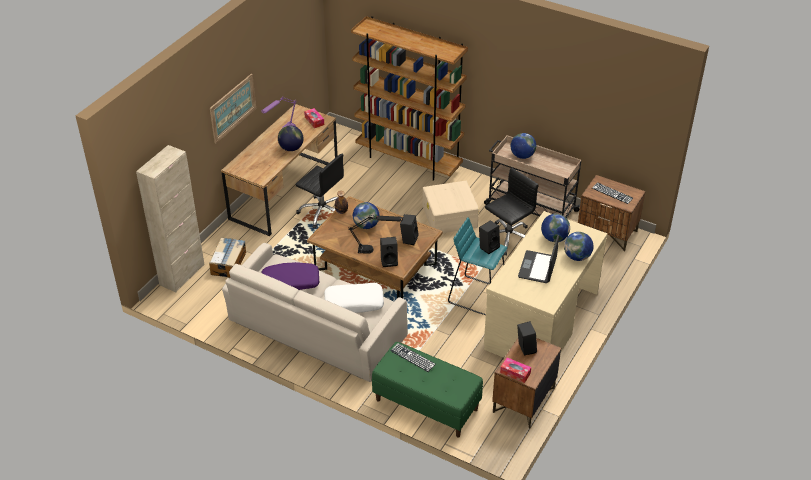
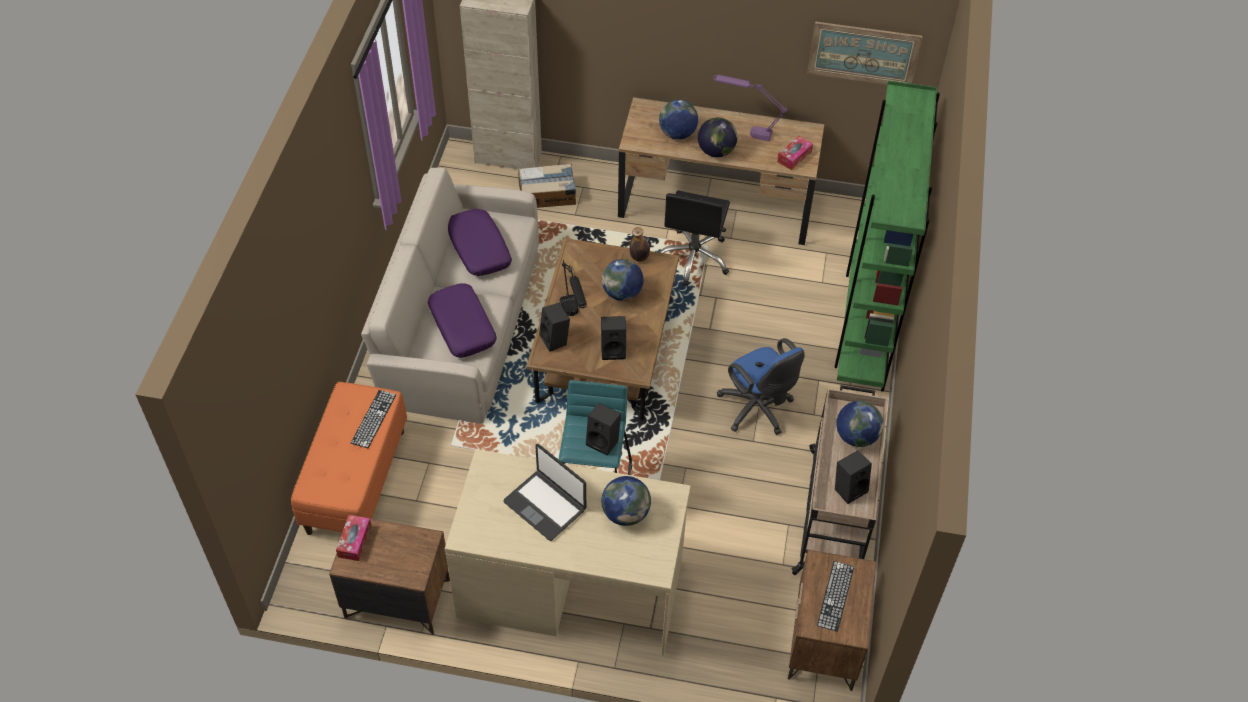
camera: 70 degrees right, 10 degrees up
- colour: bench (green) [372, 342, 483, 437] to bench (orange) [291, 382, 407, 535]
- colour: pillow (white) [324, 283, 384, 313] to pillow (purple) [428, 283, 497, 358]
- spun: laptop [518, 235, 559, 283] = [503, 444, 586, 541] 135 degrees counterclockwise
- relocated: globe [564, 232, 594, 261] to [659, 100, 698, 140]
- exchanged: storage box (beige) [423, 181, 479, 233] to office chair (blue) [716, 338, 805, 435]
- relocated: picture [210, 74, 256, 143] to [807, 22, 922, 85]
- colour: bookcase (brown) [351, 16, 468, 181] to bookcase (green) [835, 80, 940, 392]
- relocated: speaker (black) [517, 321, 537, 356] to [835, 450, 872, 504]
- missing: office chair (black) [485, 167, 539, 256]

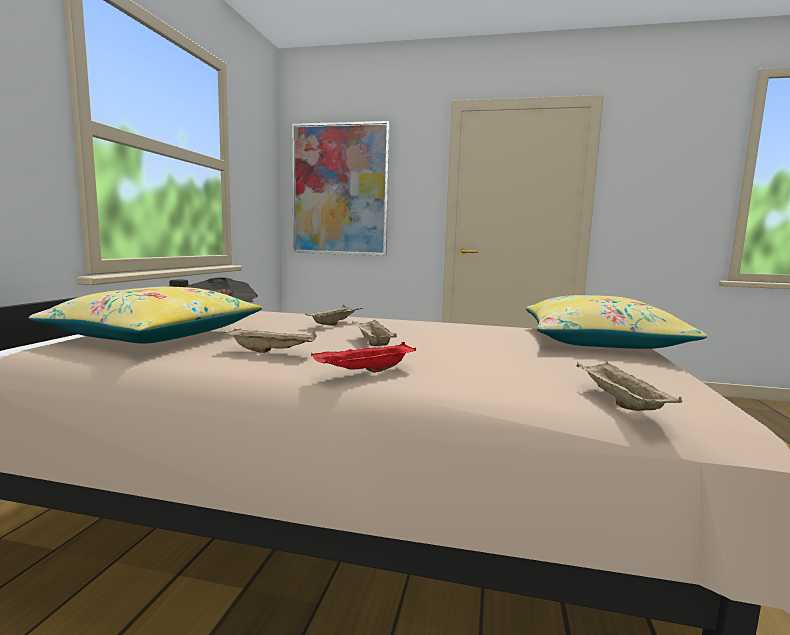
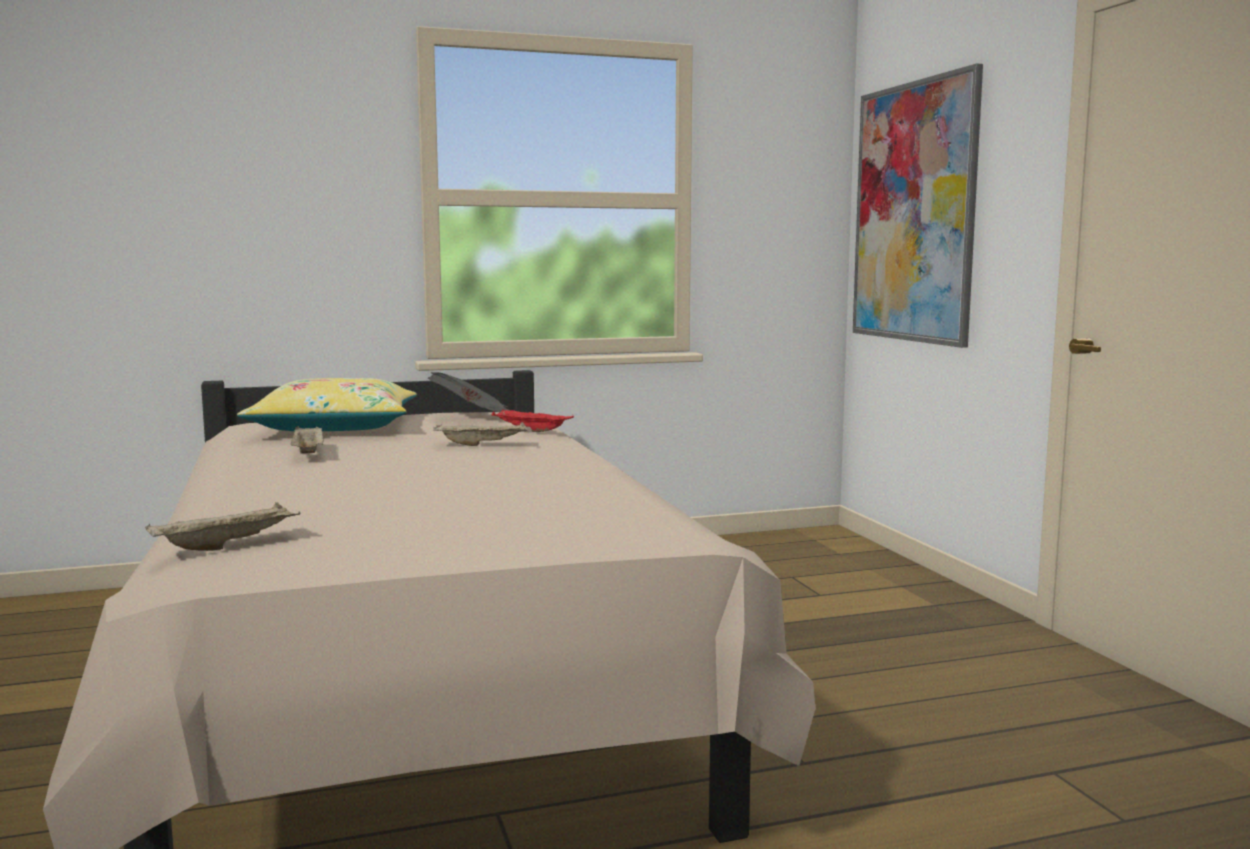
camera: 60 degrees right, 0 degrees up
- relocated: tray (red) [311, 342, 416, 373] to [492, 409, 574, 432]
- missing: tray (beige) [352, 319, 397, 346]
- missing: pillow (yellow) [526, 295, 707, 349]

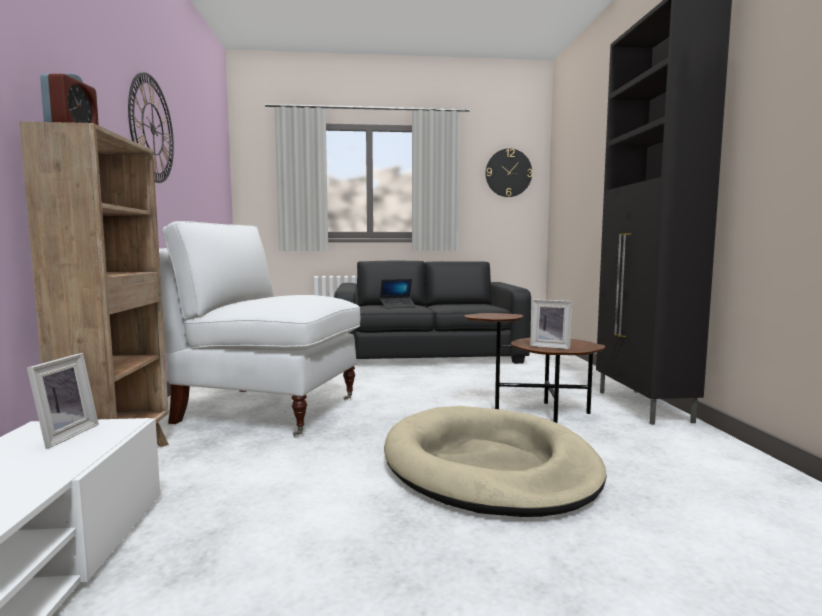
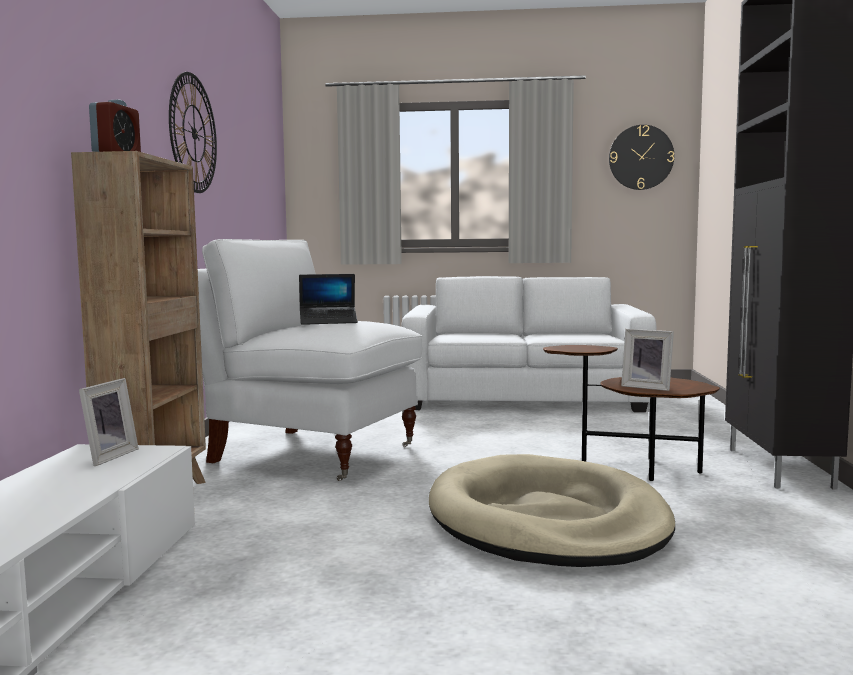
camera: 10 degrees right, 0 degrees up
- relocated: laptop [380, 279, 416, 309] to [299, 274, 358, 325]
- colour: sofa (black) [334, 260, 531, 364] to sofa (white) [401, 276, 657, 412]

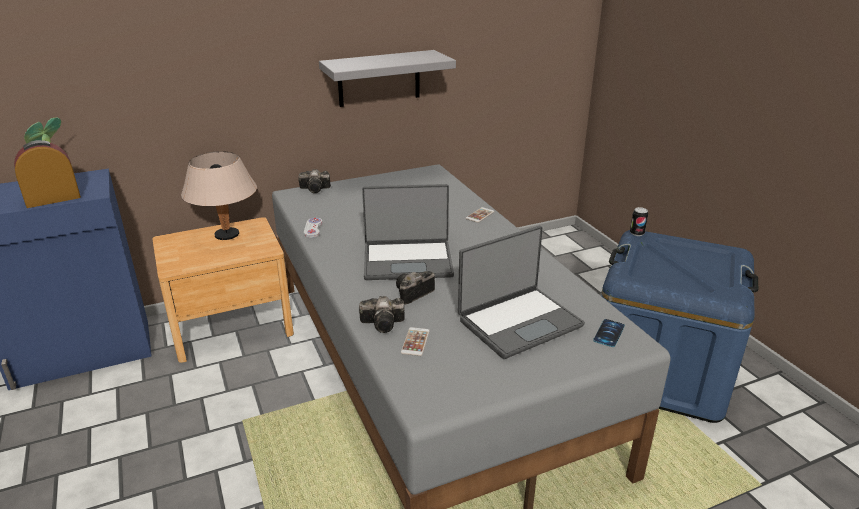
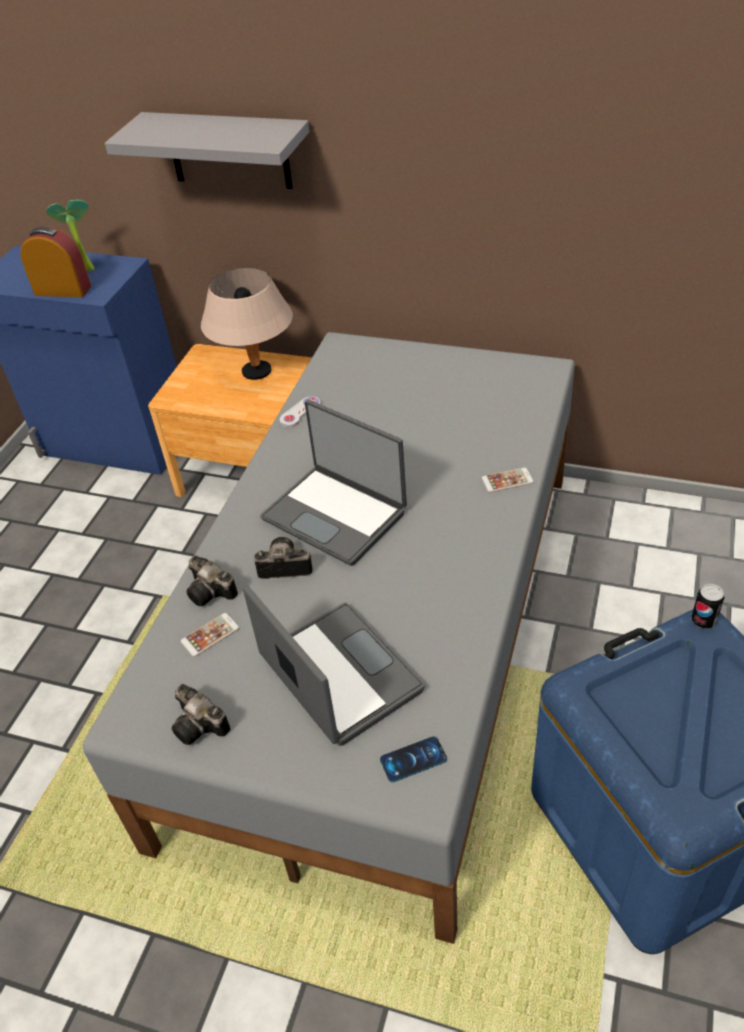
camera: 45 degrees right, 15 degrees up
- relocated: shelf (grey) [319, 50, 456, 107] to [105, 112, 310, 189]
- relocated: photo camera [298, 169, 331, 193] to [172, 684, 231, 745]
- spun: laptop [458, 226, 585, 359] = [243, 585, 425, 746] 135 degrees counterclockwise

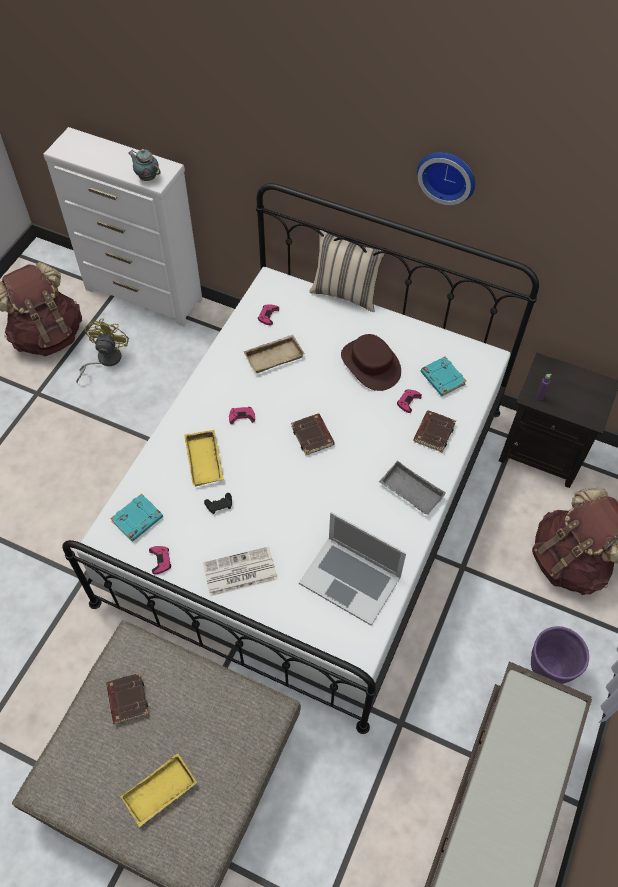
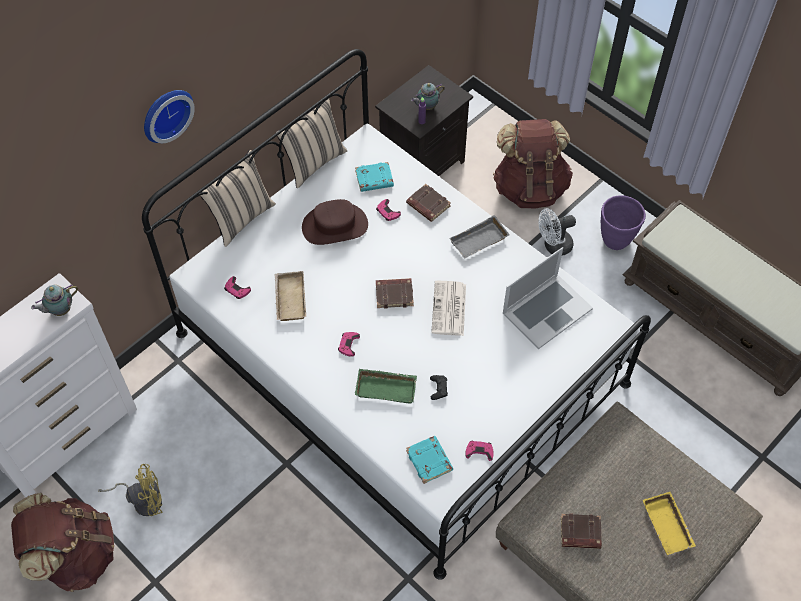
camera: 70 degrees left, 0 degrees up
- spun: fan (yellow) [76, 318, 129, 383] = [98, 464, 162, 516] 135 degrees clockwise
- relocated: wall clock [417, 152, 475, 205] to [144, 90, 195, 143]
- appeared: pillow (beige) [275, 99, 348, 188]
- colour: tray (yellow) [184, 430, 224, 486] to tray (green) [355, 369, 417, 404]
- appeared: teapot [411, 83, 445, 110]
- relocated: newspaper [203, 546, 278, 596] to [431, 281, 466, 336]
- appeared: fan (white) [539, 208, 576, 256]

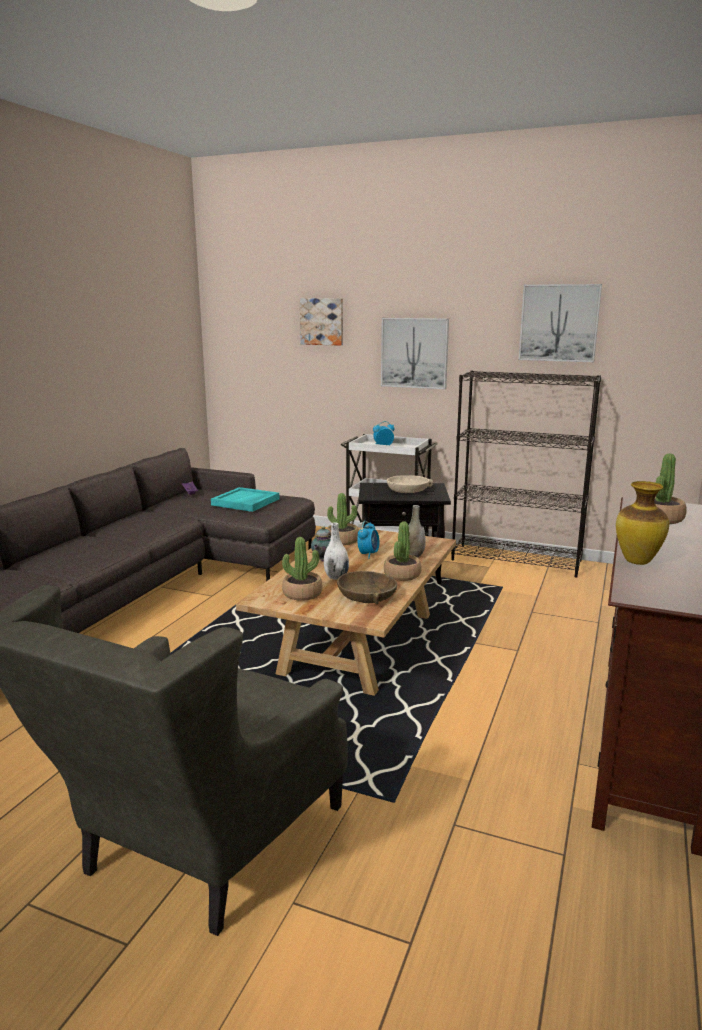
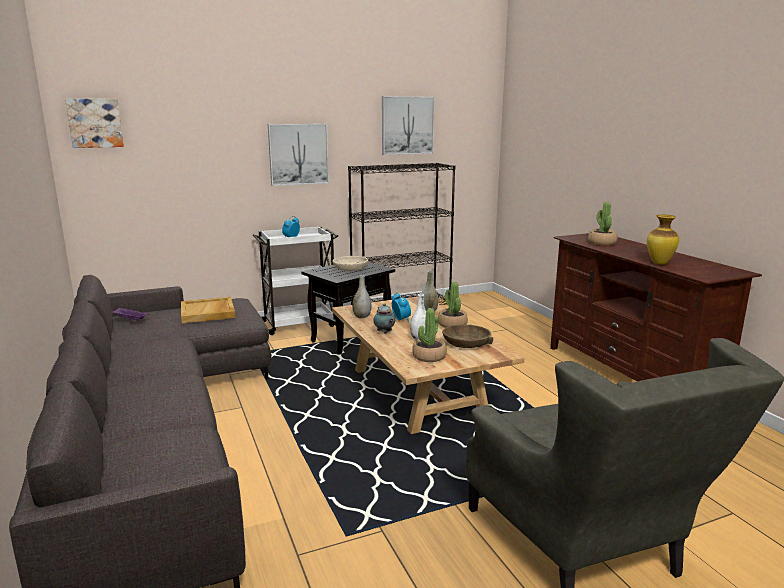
camera: 45 degrees left, 0 degrees up
- relocated: picture [300, 298, 343, 346] to [65, 99, 124, 148]
- colour: tray (turquoise) [211, 487, 279, 512] to tray (beige) [181, 297, 235, 323]
- exchanged: potted plant [327, 493, 359, 545] to vase (grey) [352, 275, 371, 318]

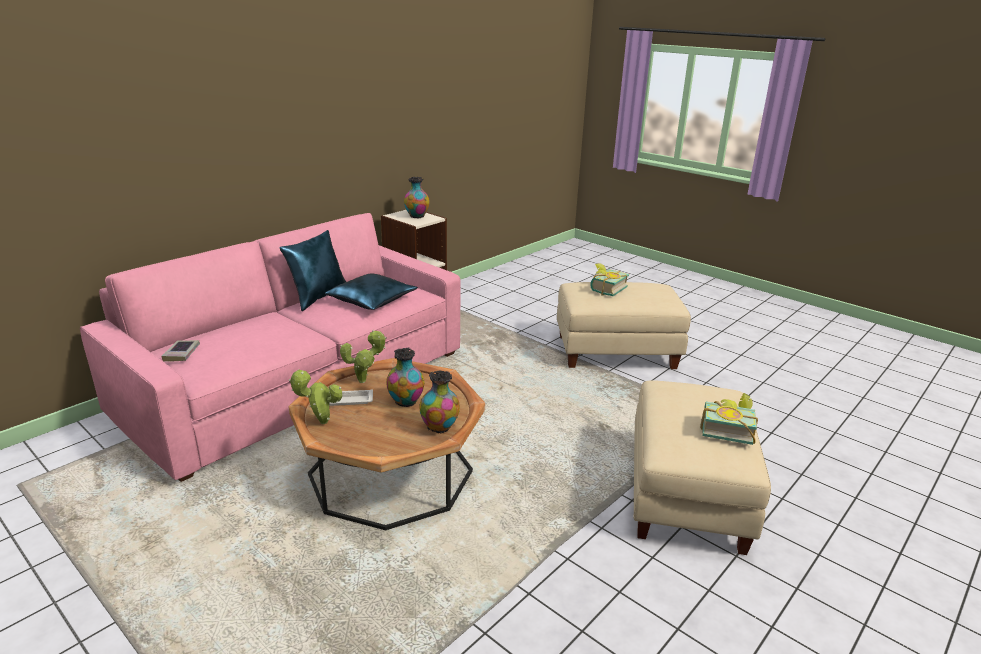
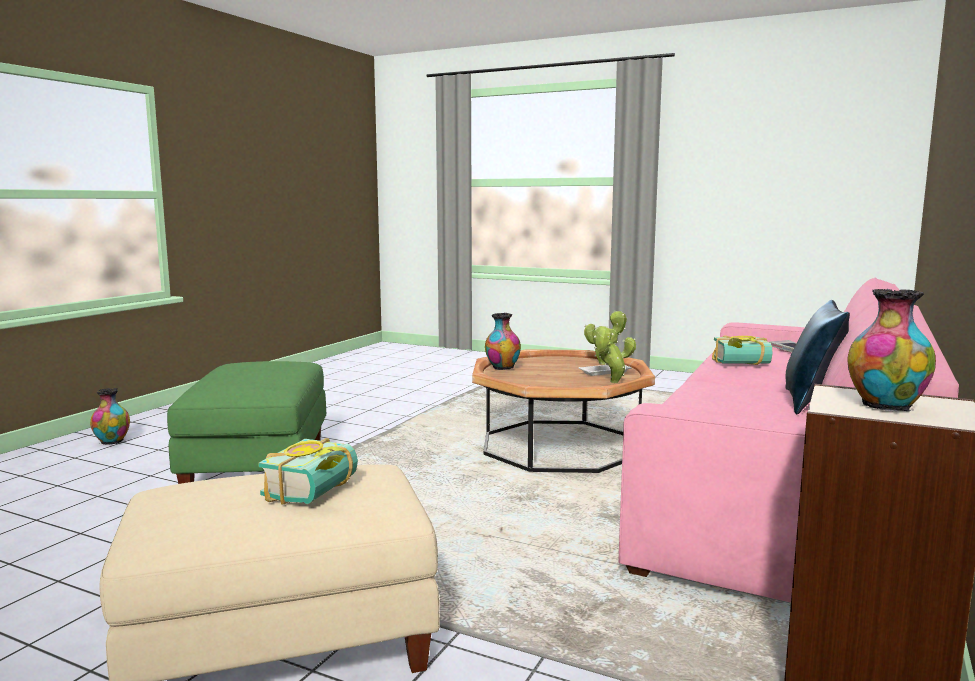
camera: 165 degrees right, 15 degrees down
- relocated: vase [386, 348, 424, 407] to [90, 388, 130, 445]
- colour: ottoman (beige) [634, 380, 771, 555] to ottoman (green) [167, 361, 326, 484]
- relocated: book [700, 393, 758, 445] to [712, 335, 772, 365]
- missing: pillow (blue) [325, 273, 418, 310]

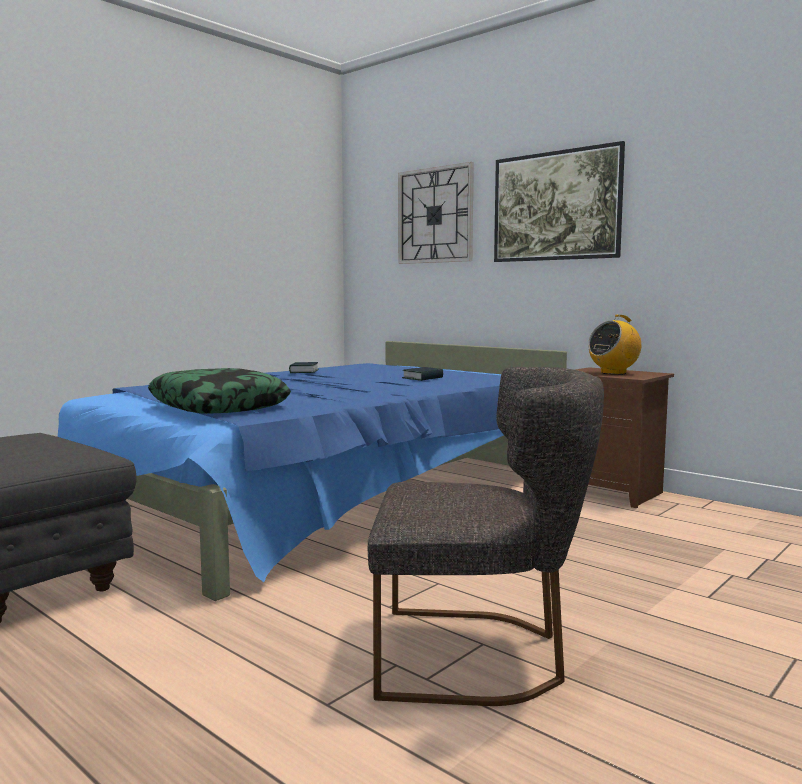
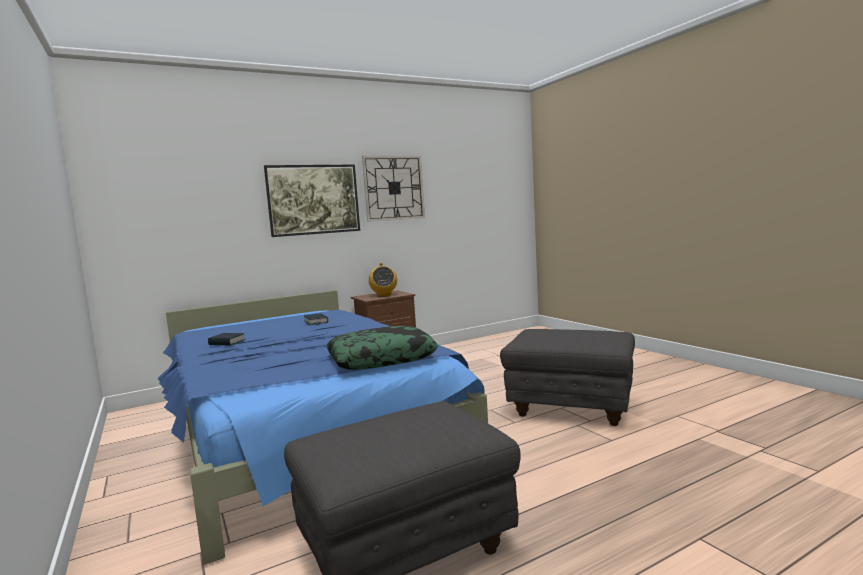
camera: 70 degrees left, 0 degrees up
- relocated: wall clock [398, 162, 474, 264] to [362, 156, 425, 222]
- exchanged: chair (grey) [368, 367, 604, 706] to ottoman (grey) [500, 329, 635, 426]

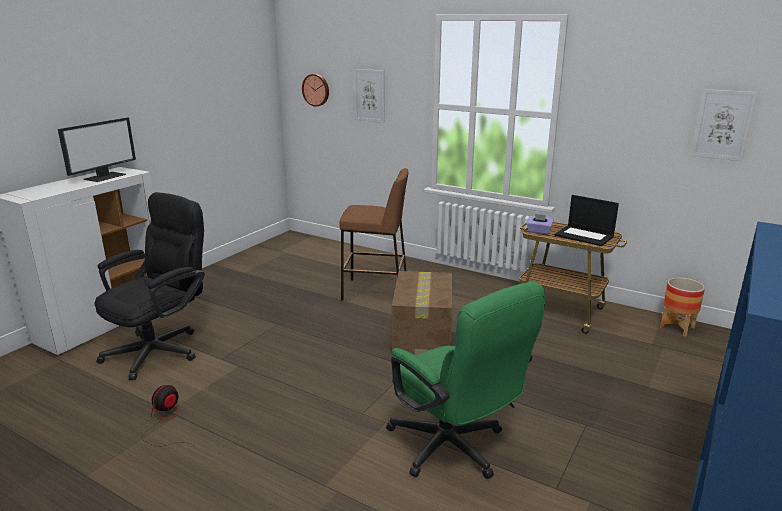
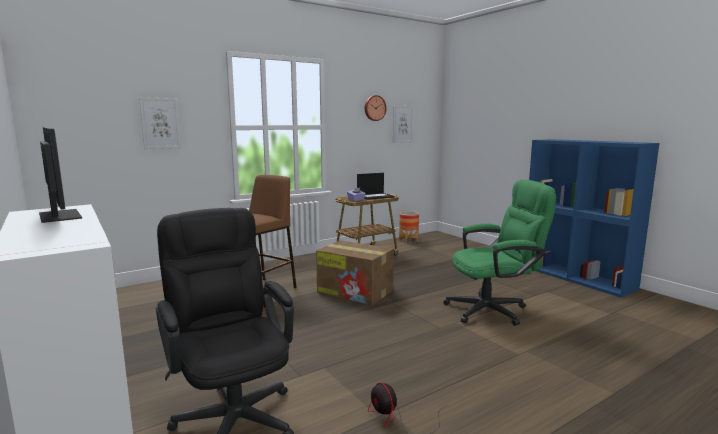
camera: 65 degrees left, 10 degrees down
- relocated: wall clock [302, 74, 329, 107] to [365, 95, 386, 121]

